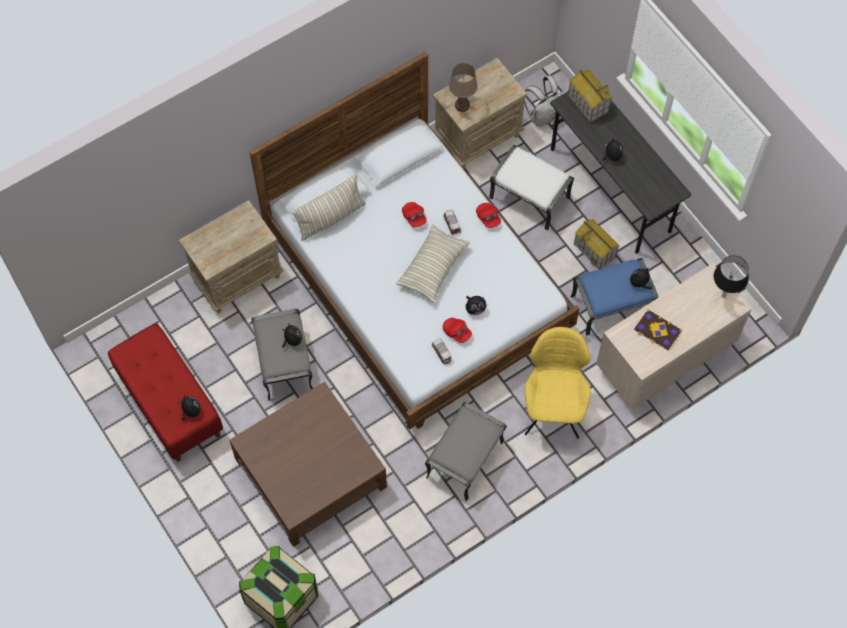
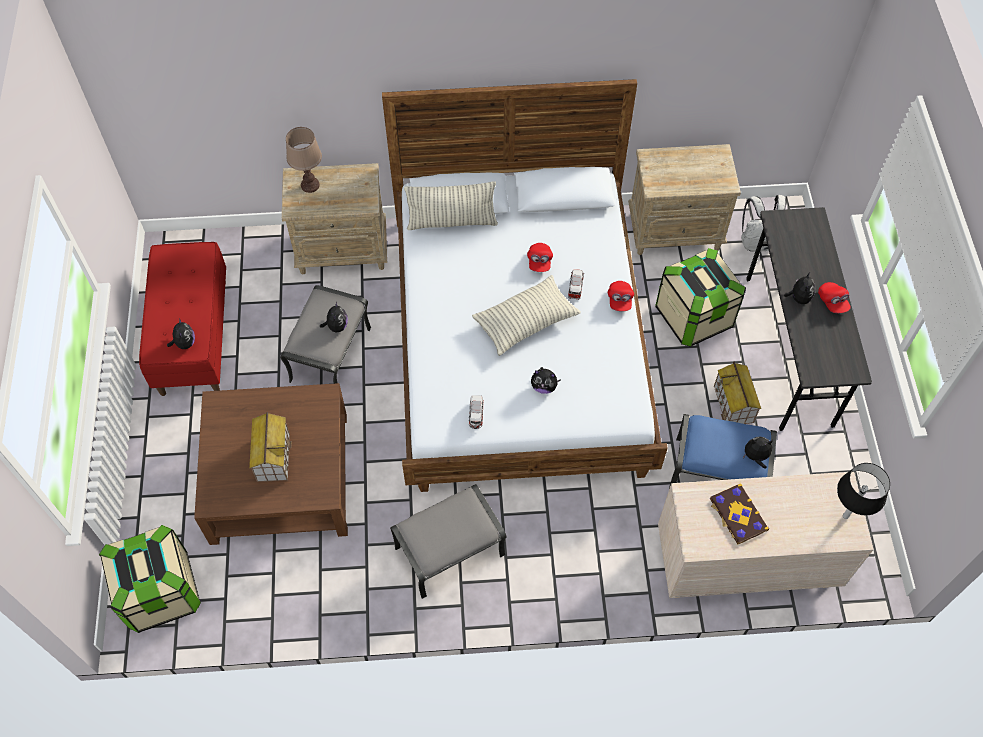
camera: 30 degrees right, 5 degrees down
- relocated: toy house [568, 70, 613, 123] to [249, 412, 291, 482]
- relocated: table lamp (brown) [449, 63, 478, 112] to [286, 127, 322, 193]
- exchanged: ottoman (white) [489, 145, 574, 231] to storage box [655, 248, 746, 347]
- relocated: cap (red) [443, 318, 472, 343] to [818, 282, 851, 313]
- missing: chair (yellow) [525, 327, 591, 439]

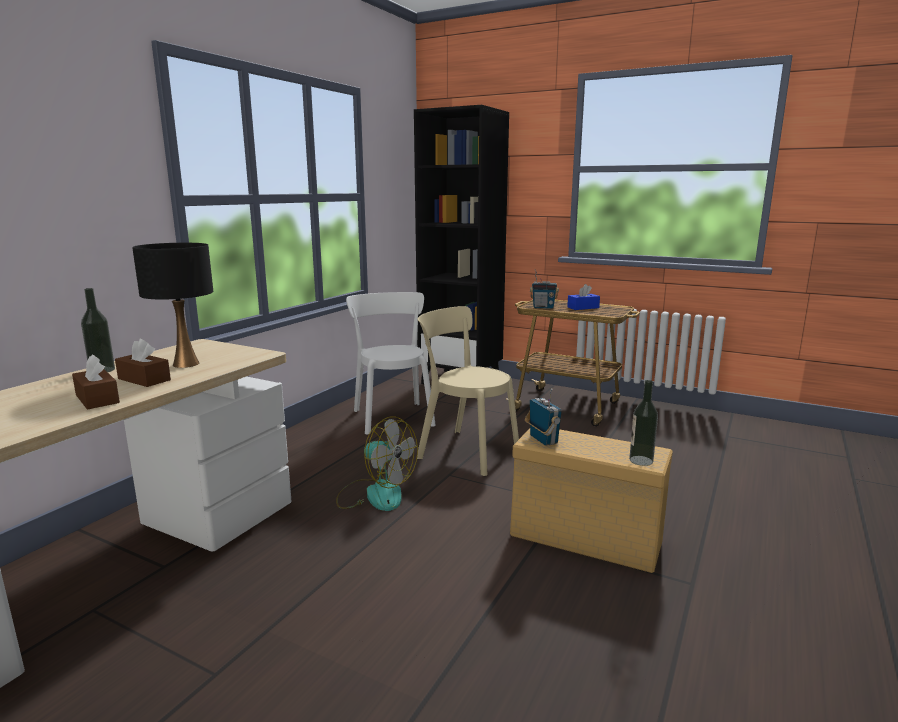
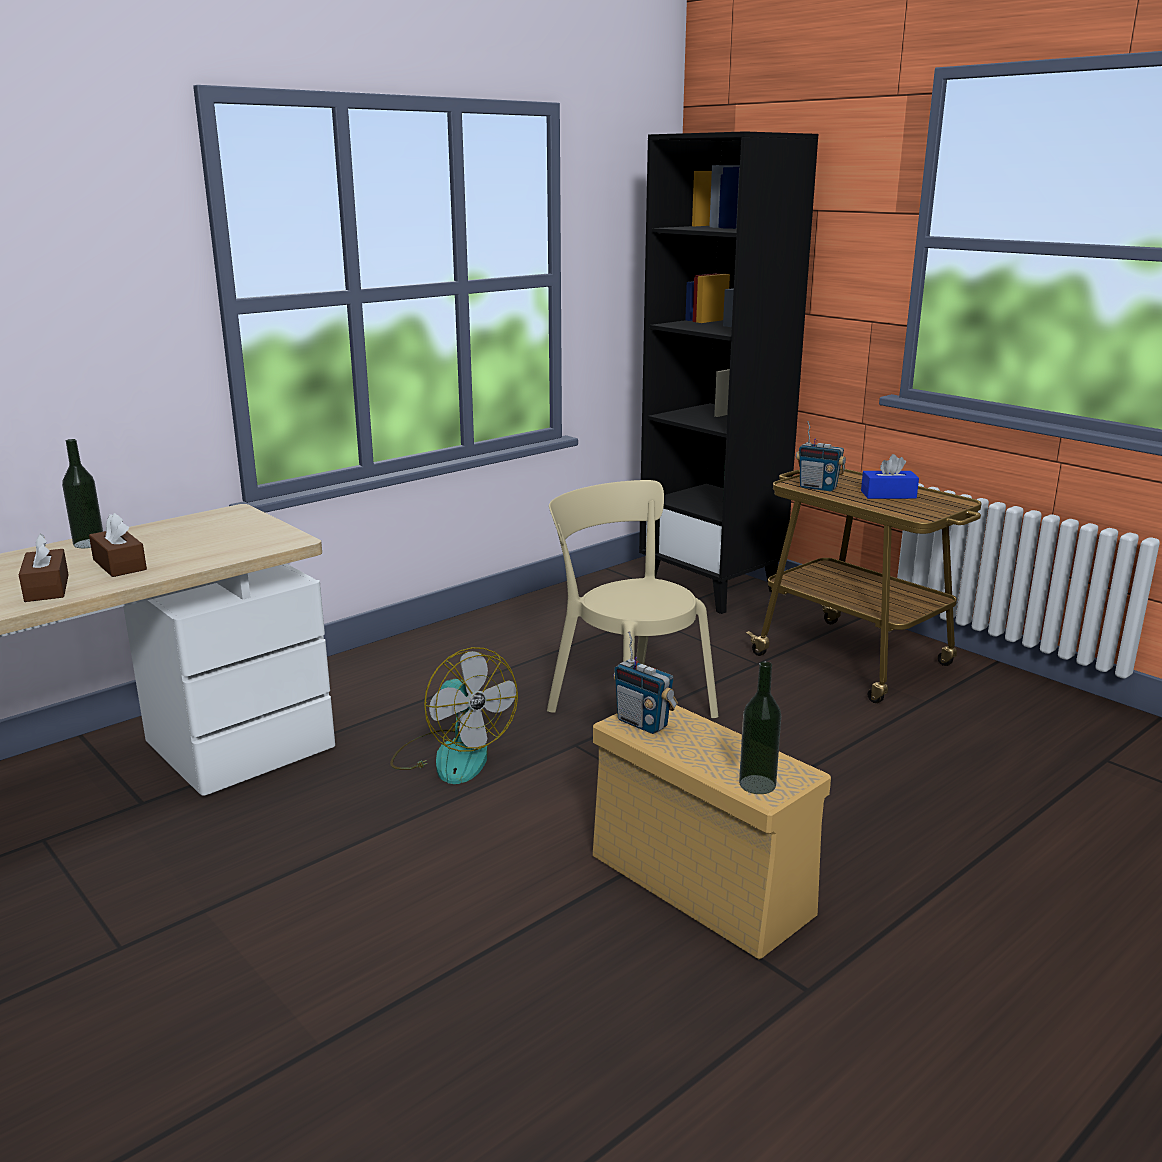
camera: 20 degrees right, 5 degrees up
- spun: radio [525, 388, 562, 446] = [613, 631, 678, 734] 135 degrees clockwise
- missing: table lamp (black) [132, 243, 213, 368]
- missing: chair (white) [346, 292, 436, 435]

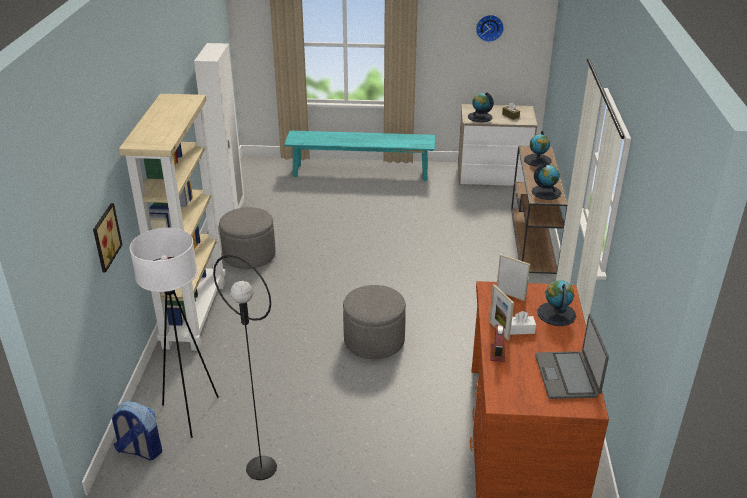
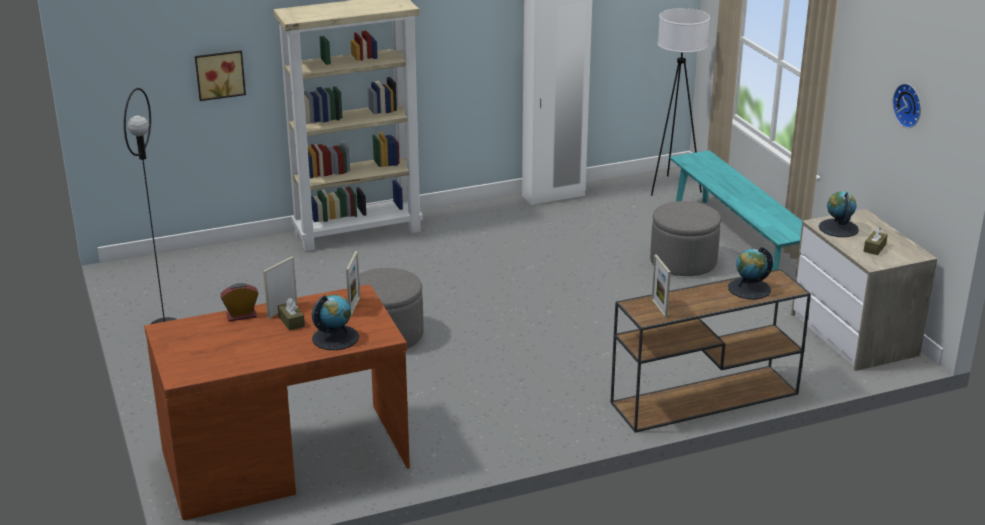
camera: 65 degrees right, 5 degrees down
- colour: tissue box (white) [510, 311, 536, 335] to tissue box (brown) [278, 298, 305, 331]
- relocated: ottoman (grey) [219, 207, 276, 269] to [650, 201, 721, 276]
- relocated: floor lamp (white) [130, 228, 219, 438] to [651, 8, 710, 196]
- exchanged: globe [532, 163, 561, 200] to picture frame [652, 255, 671, 318]
- missing: backpack [112, 401, 162, 460]
- missing: laptop [535, 314, 609, 399]

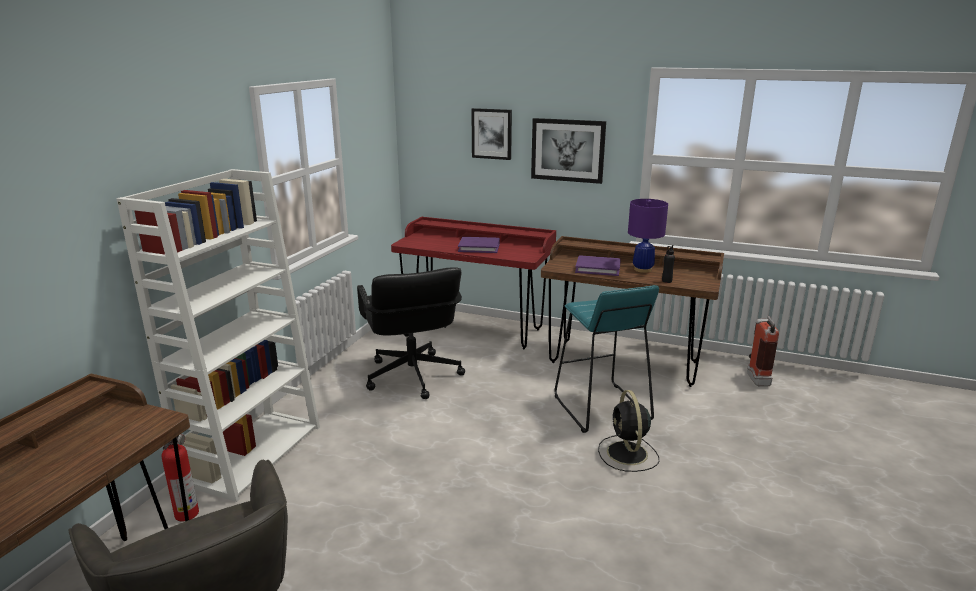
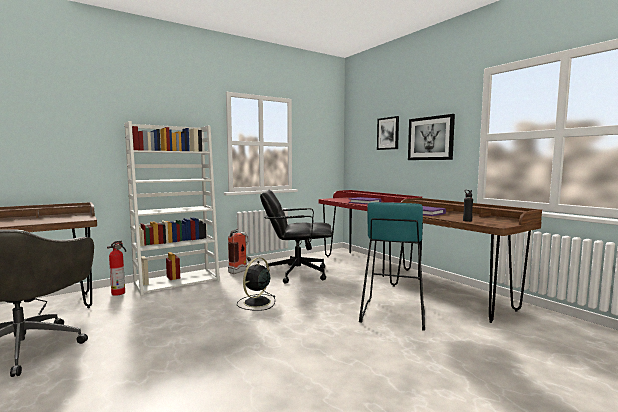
camera: 35 degrees right, 15 degrees down
- relocated: fire extinguisher [747, 316, 779, 387] to [228, 228, 251, 274]
- relocated: fan (black) [598, 390, 659, 472] to [237, 257, 276, 311]
- spun: office chair (black) [357, 267, 465, 399] = [260, 189, 333, 284] 75 degrees clockwise
- missing: table lamp (purple) [628, 199, 668, 273]

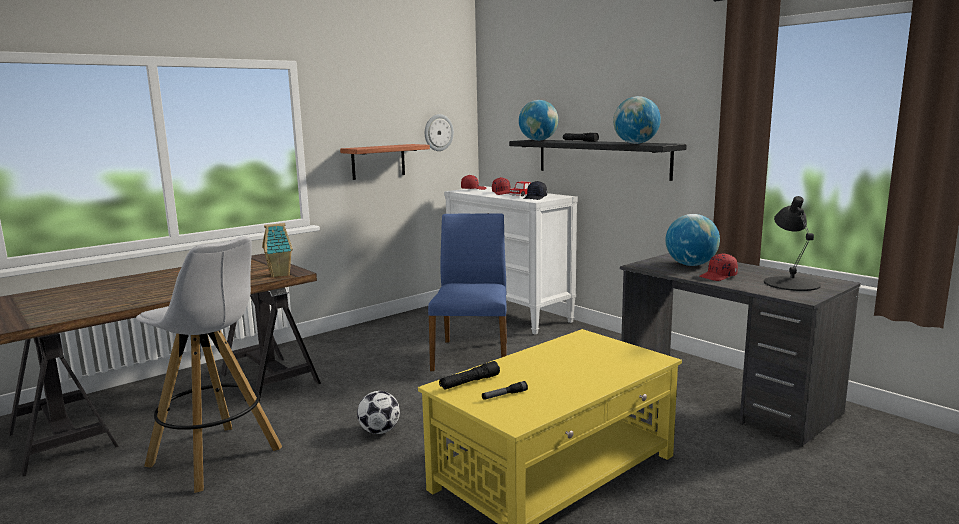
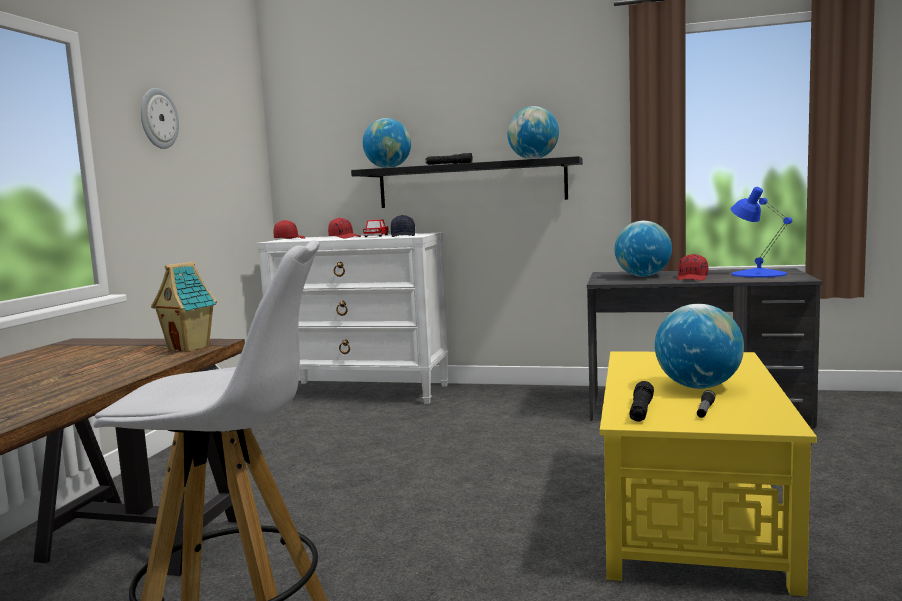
camera: 35 degrees left, 5 degrees down
- relocated: wall clock [425, 114, 454, 151] to [141, 88, 179, 149]
- appeared: globe [655, 304, 744, 389]
- colour: table lamp (black) [764, 196, 821, 291] to table lamp (blue) [731, 187, 792, 278]
- missing: shelf [340, 144, 430, 180]
- missing: football [357, 391, 400, 434]
- missing: chair (blue) [428, 213, 507, 371]

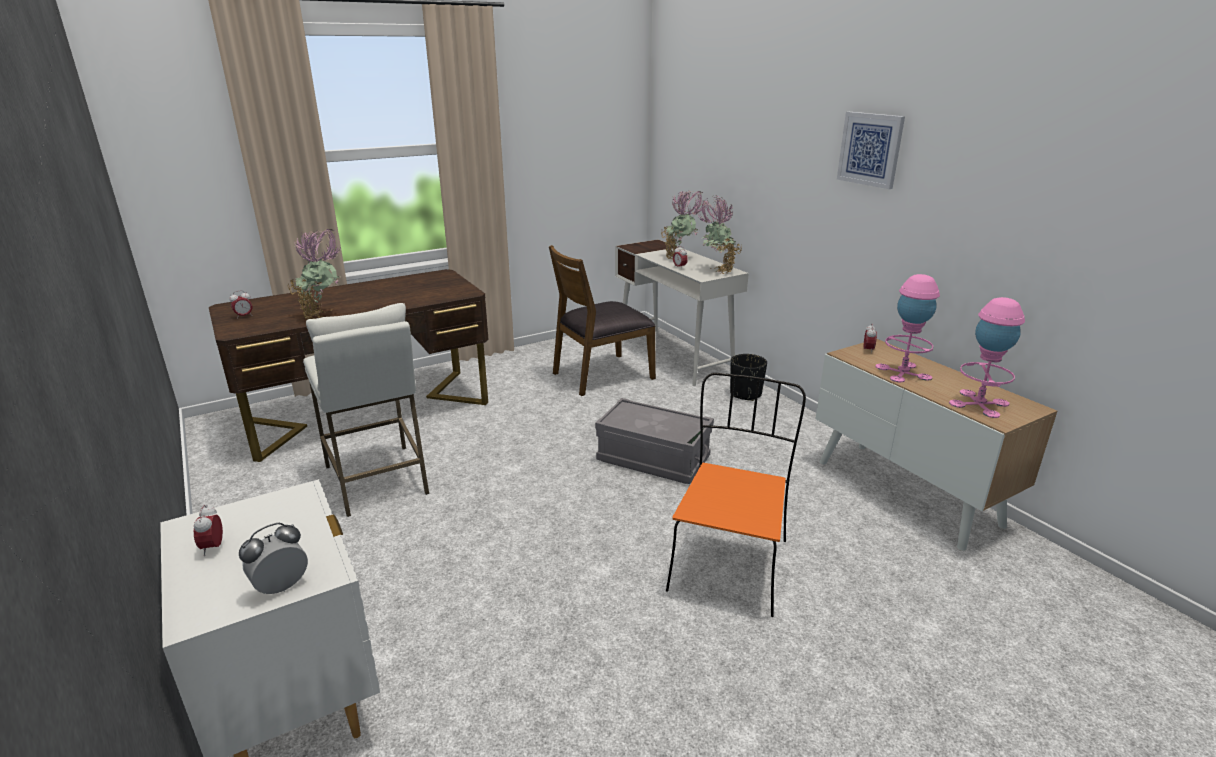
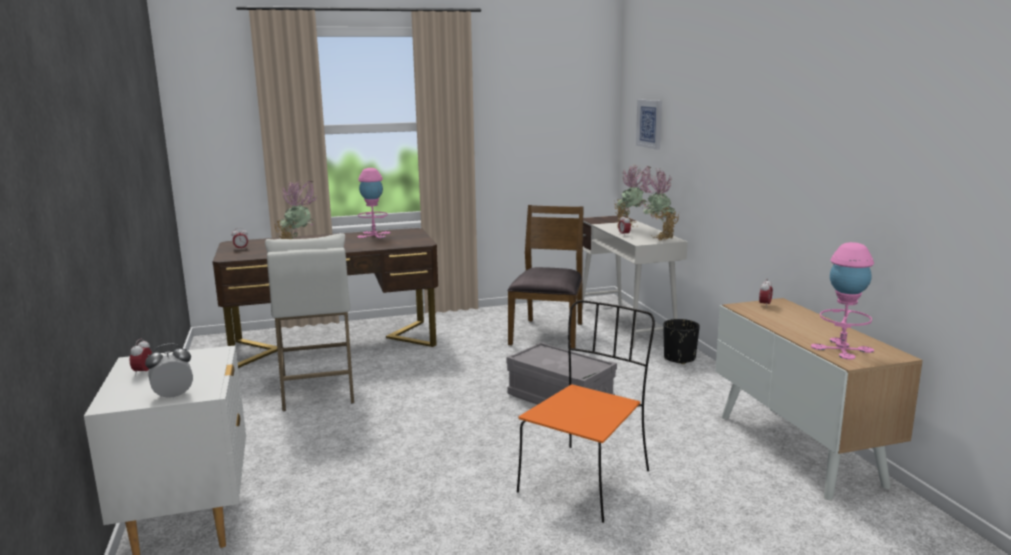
camera: 15 degrees right, 10 degrees down
- relocated: table lamp (pink) [875, 274, 940, 382] to [357, 168, 390, 238]
- spun: chair (brown) [549, 245, 656, 396] = [507, 205, 584, 348] 120 degrees clockwise
- relocated: picture [837, 112, 905, 189] to [636, 100, 662, 150]

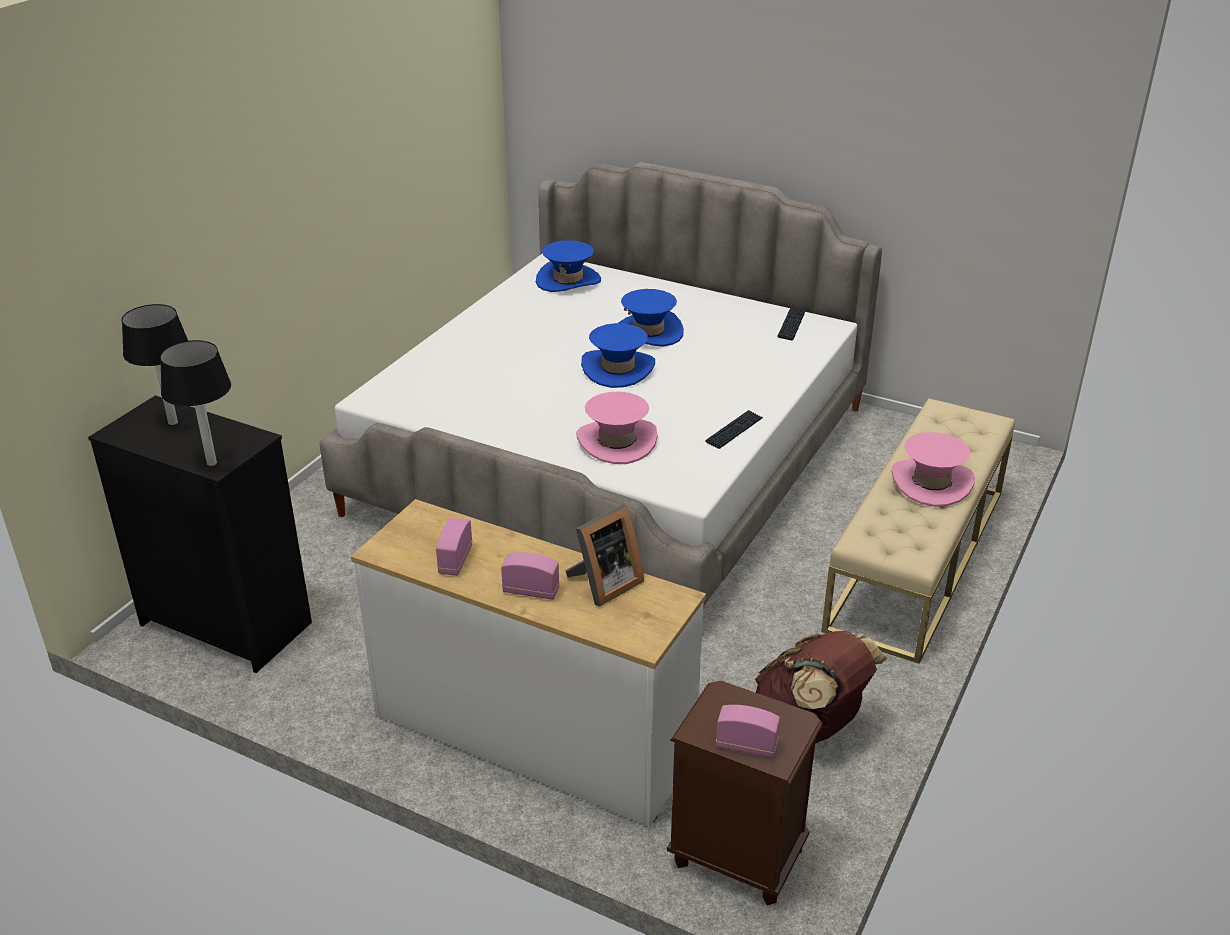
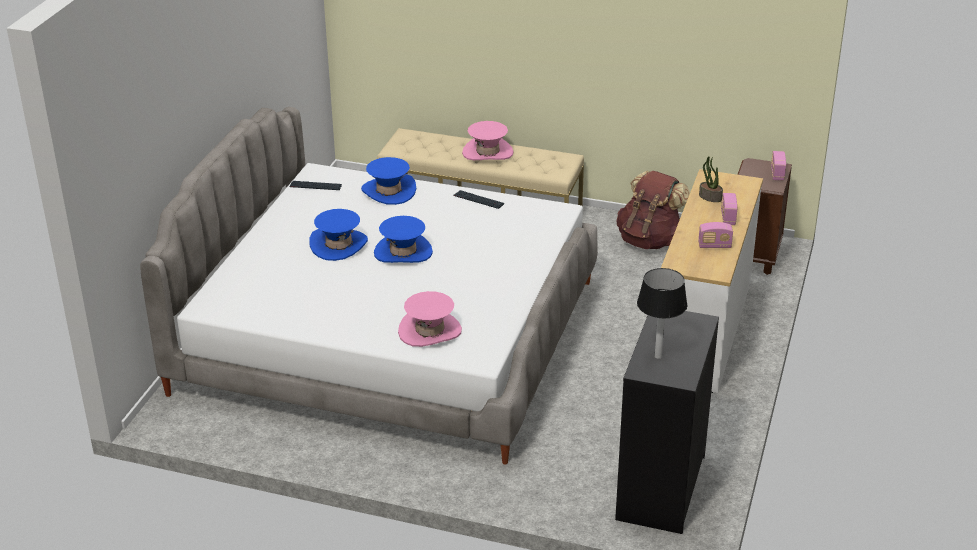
camera: 100 degrees left, 0 degrees up
- relocated: hat (blue) [536, 240, 601, 292] to [361, 157, 417, 205]
- relocated: hat (pink) [576, 392, 658, 464] to [398, 291, 462, 347]
- exchanged: picture frame [565, 505, 644, 606] to potted plant [699, 156, 723, 202]
- missing: table lamp [160, 340, 231, 466]

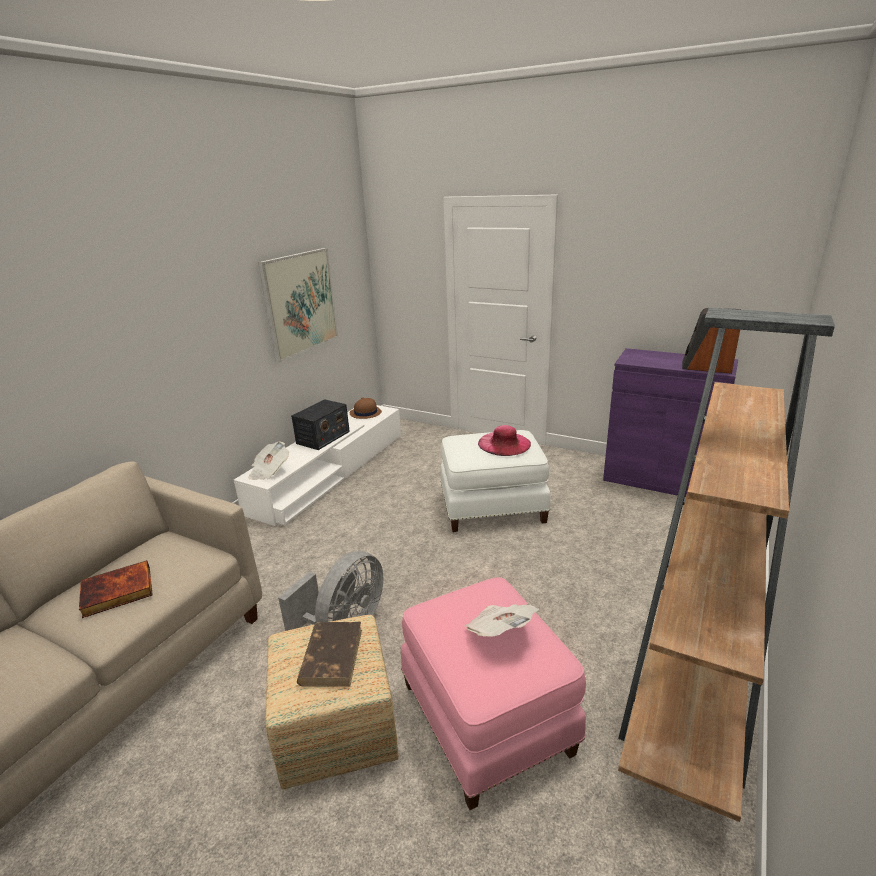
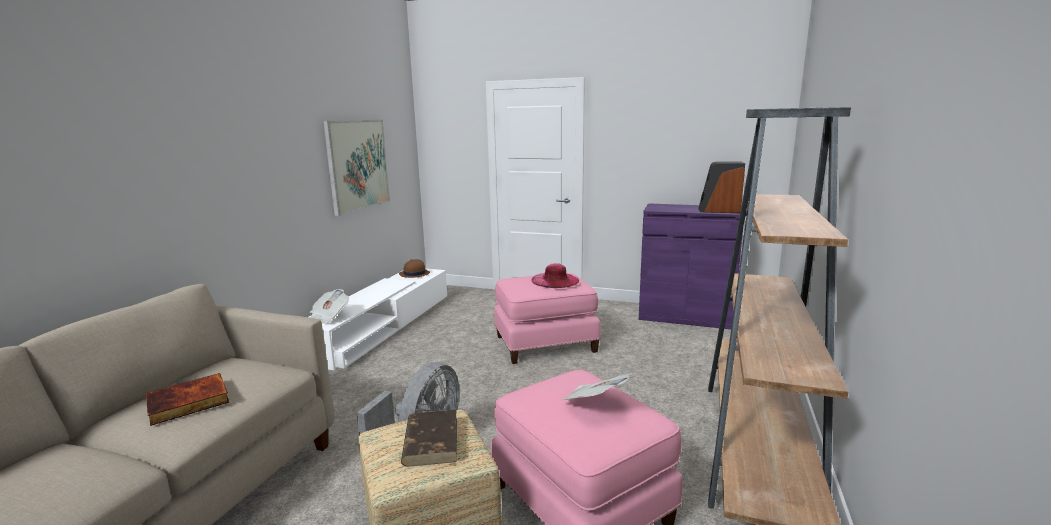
camera: 10 degrees left, 10 degrees down
- colour: ottoman (white) [440, 430, 551, 532] to ottoman (pink) [494, 273, 601, 364]
- missing: radio [291, 399, 350, 450]

